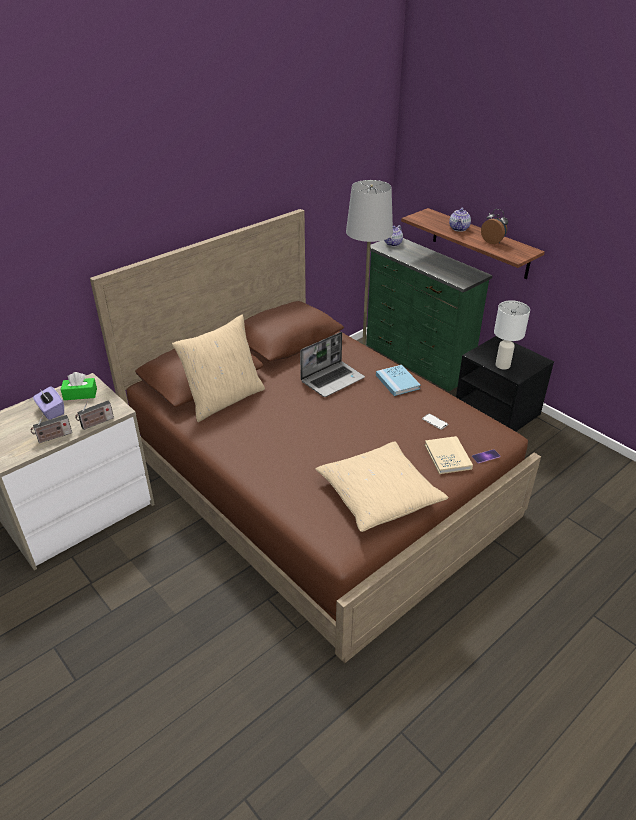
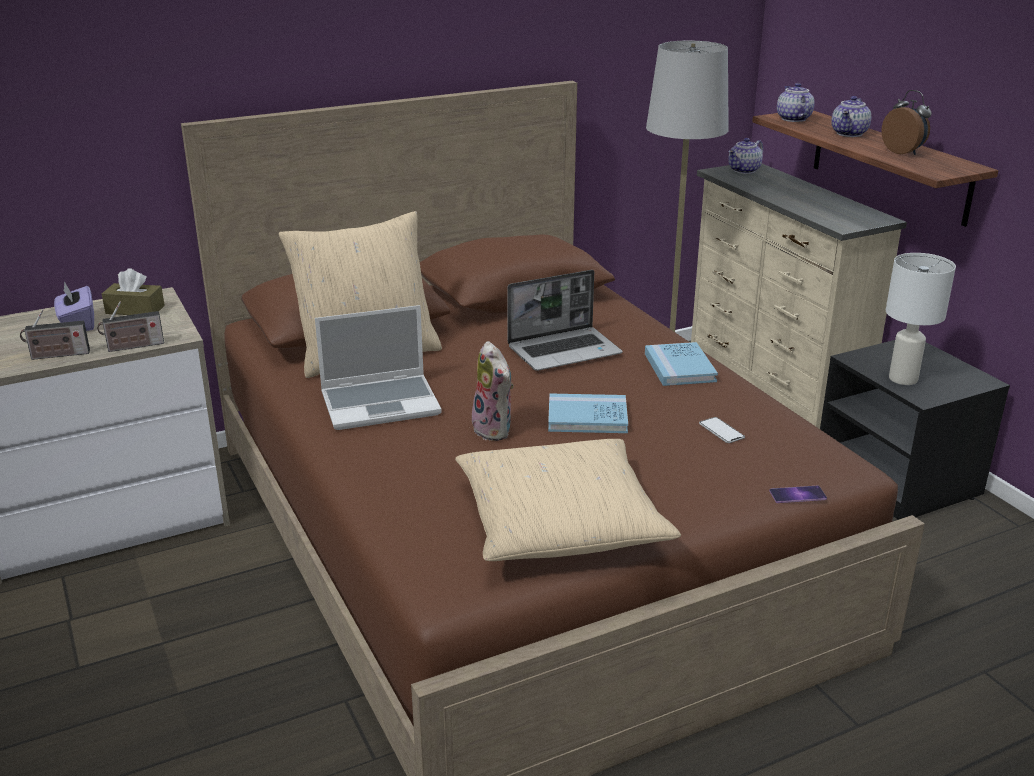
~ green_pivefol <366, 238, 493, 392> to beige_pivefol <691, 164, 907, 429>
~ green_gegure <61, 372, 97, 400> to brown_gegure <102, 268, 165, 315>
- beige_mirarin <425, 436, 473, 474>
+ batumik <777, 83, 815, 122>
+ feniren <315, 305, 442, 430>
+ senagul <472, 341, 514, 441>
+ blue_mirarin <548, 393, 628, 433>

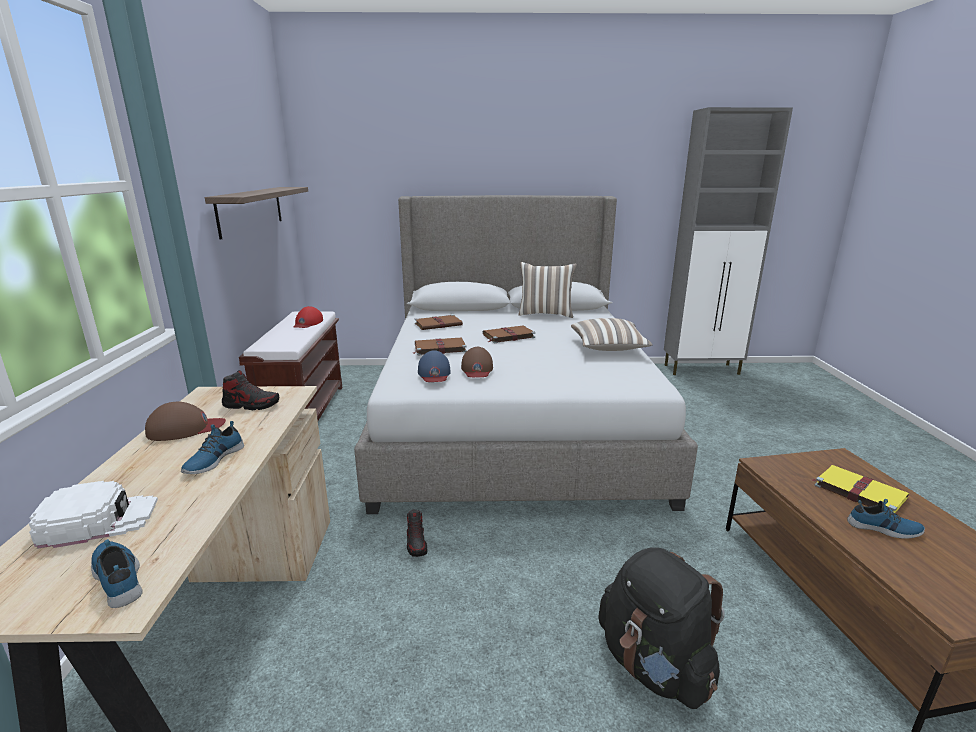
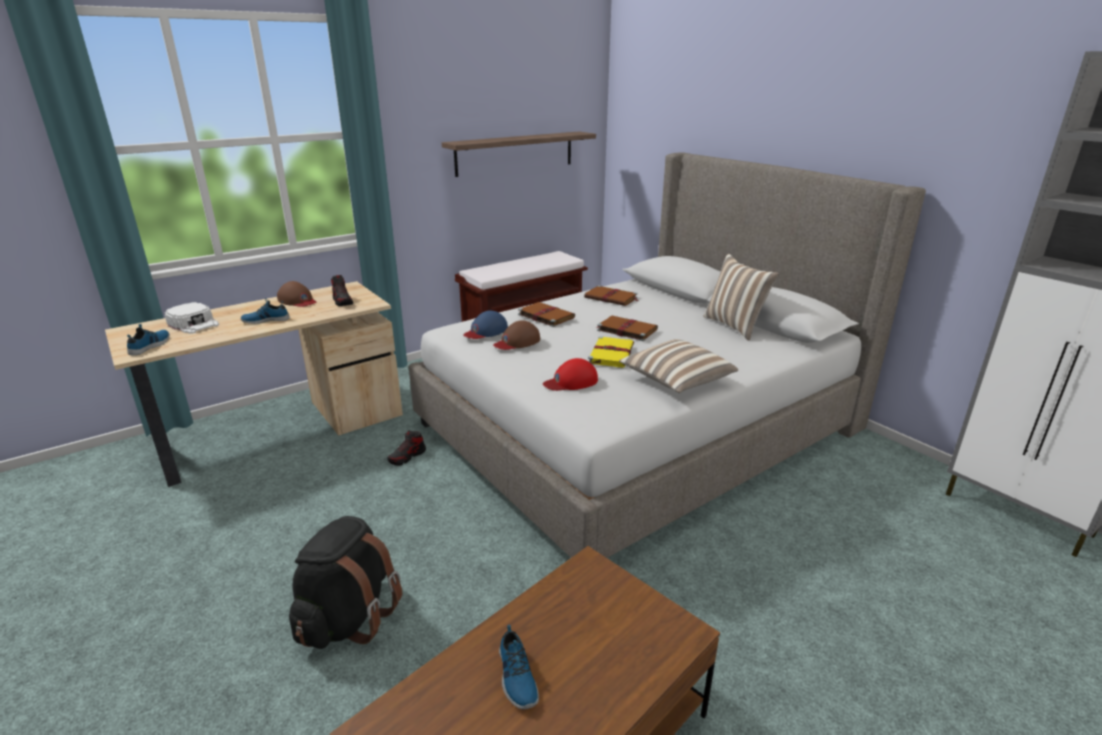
~ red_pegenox <293, 306, 323, 328> to <543, 358, 598, 391>
~ yellow_mirarin <812, 465, 909, 513> to <588, 336, 634, 368>

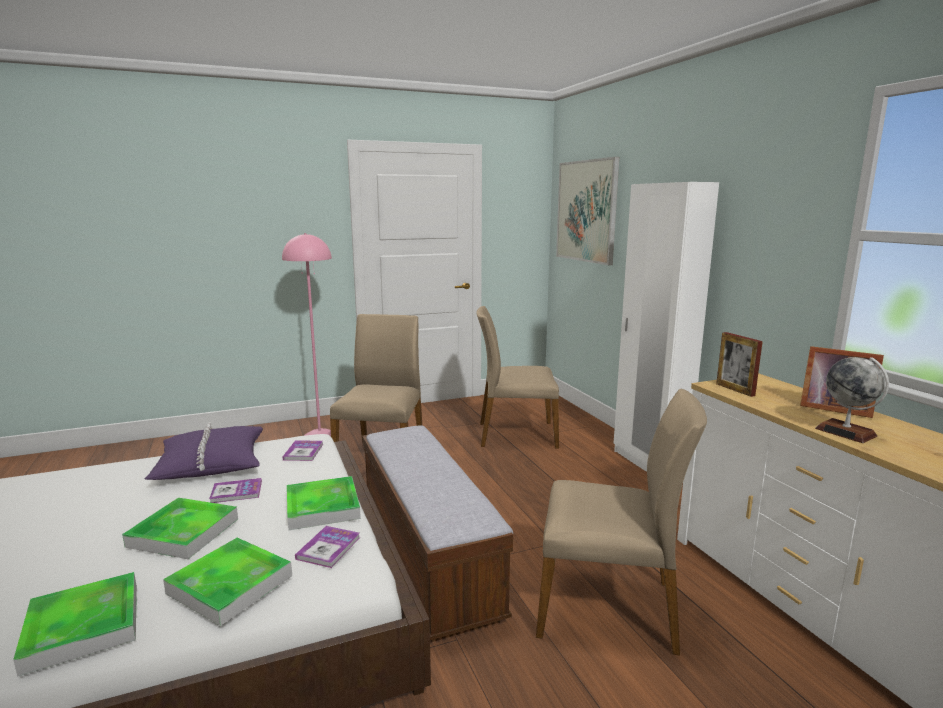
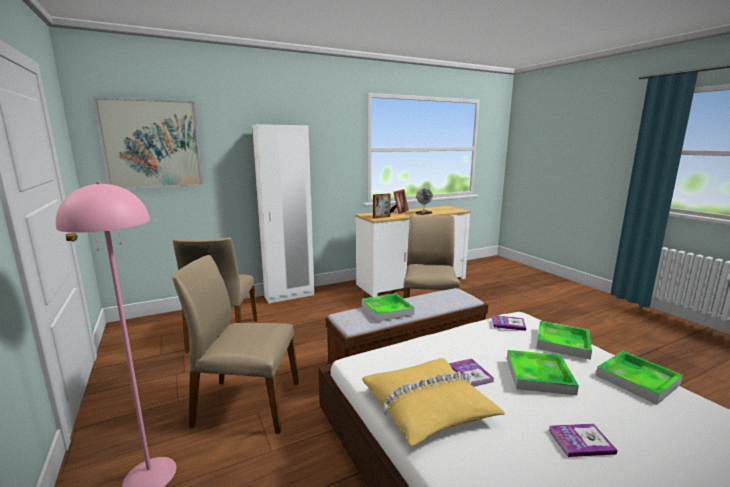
~ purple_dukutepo <145, 422, 263, 480> to yellow_dukutepo <362, 358, 505, 446>
~ mirarin <283, 441, 323, 461> to <549, 424, 618, 457>
~ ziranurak <287, 476, 361, 530> to <362, 293, 414, 322>

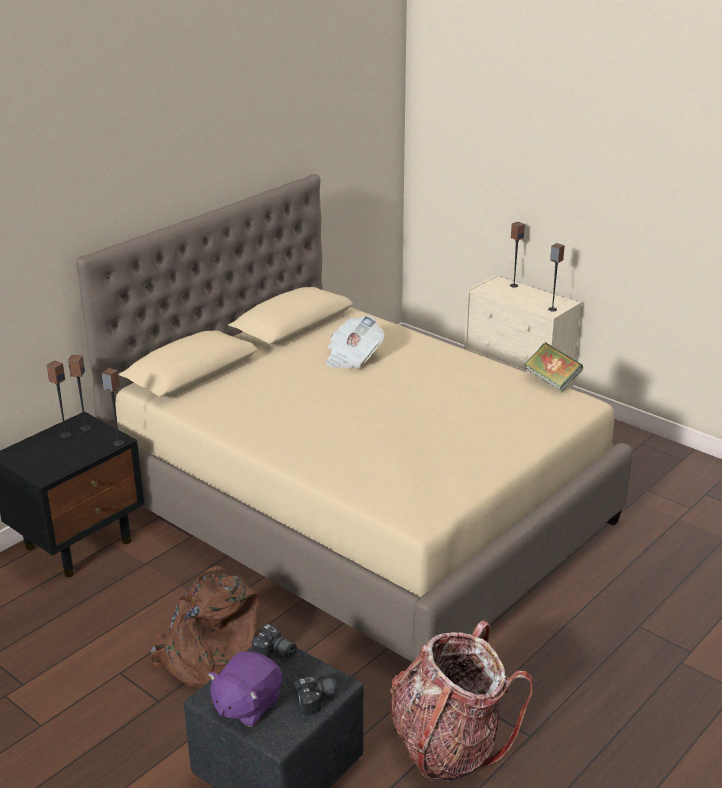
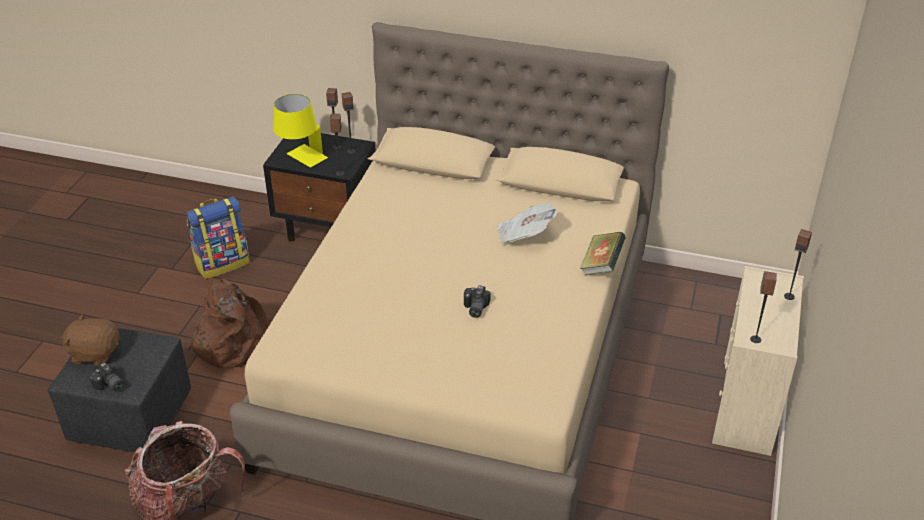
~ mirarin <524, 343, 583, 392> to <580, 232, 626, 276>
~ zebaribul <252, 624, 297, 658> to <464, 285, 491, 318>
~ purple_senagul <208, 652, 282, 727> to brown_senagul <61, 314, 120, 366>
+ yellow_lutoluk <273, 94, 328, 167>
+ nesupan <186, 197, 250, 279>

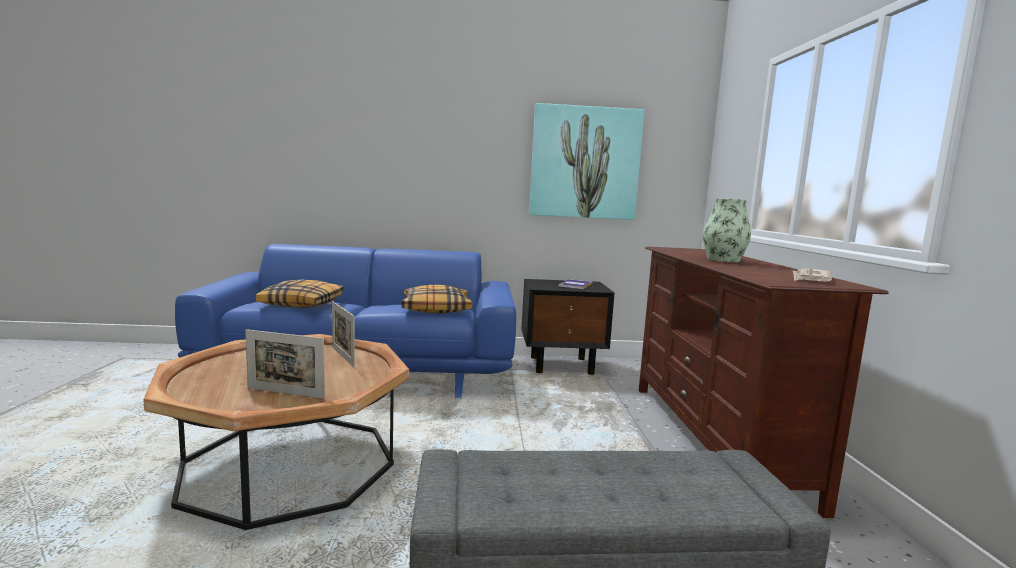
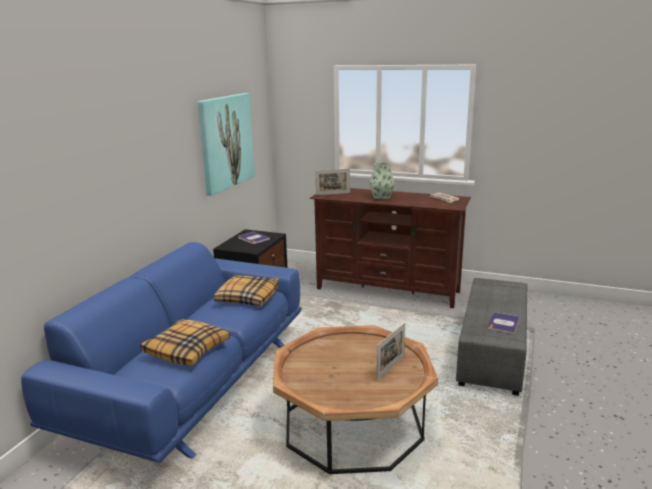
~ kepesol <332, 301, 355, 367> to <315, 169, 350, 195>
+ mirarin <488, 312, 520, 334>

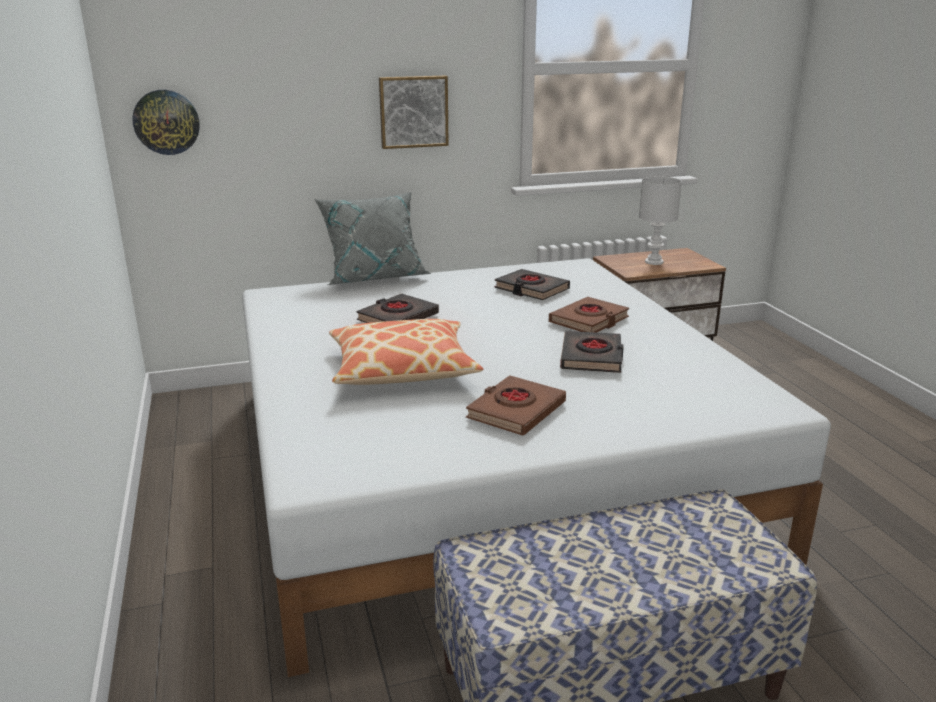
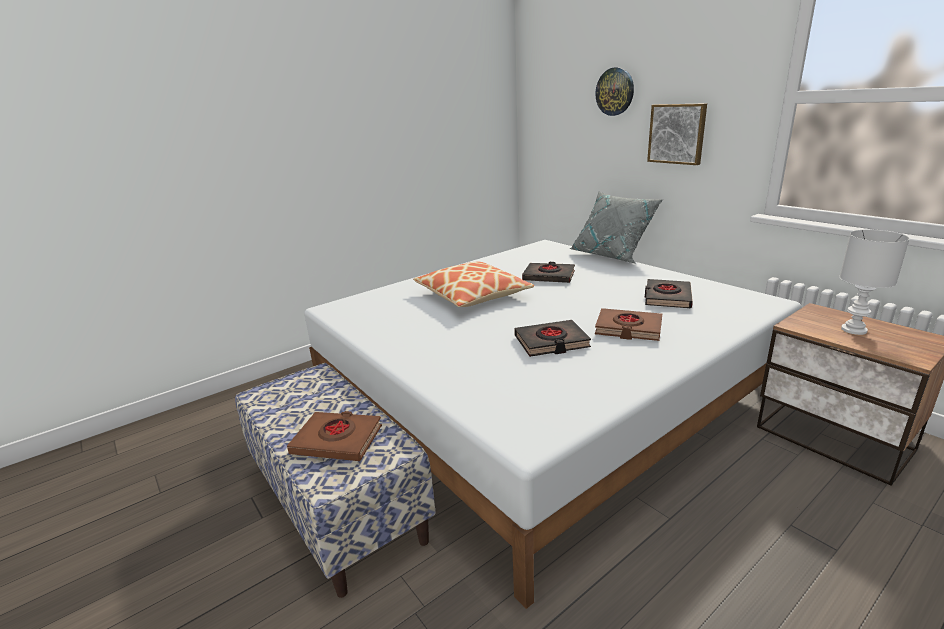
~ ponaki <132, 90, 200, 155> to <596, 67, 634, 116>
~ brown_mirarin <466, 375, 566, 436> to <287, 411, 382, 461>

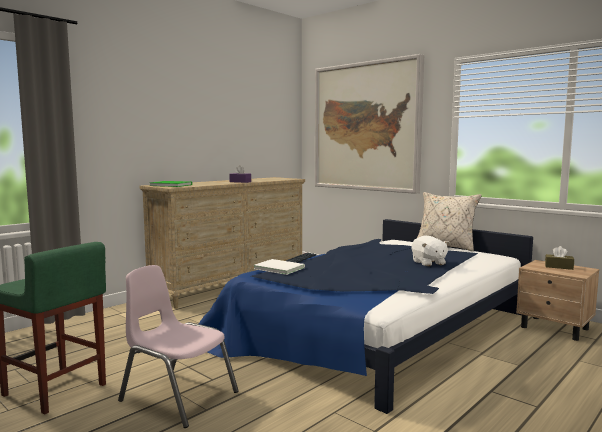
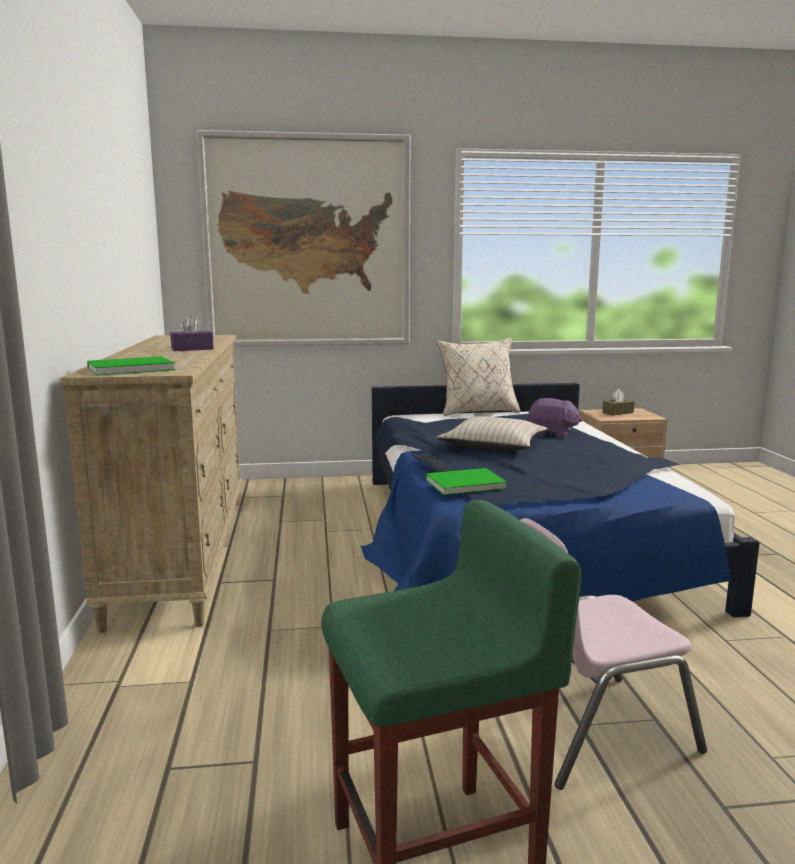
~ white_senagul <412, 235, 449, 266> to purple_senagul <528, 398, 582, 438>
~ white_mirarin <254, 259, 305, 275> to green_mirarin <425, 468, 507, 495>
+ beige_dukutepo <436, 416, 548, 451>

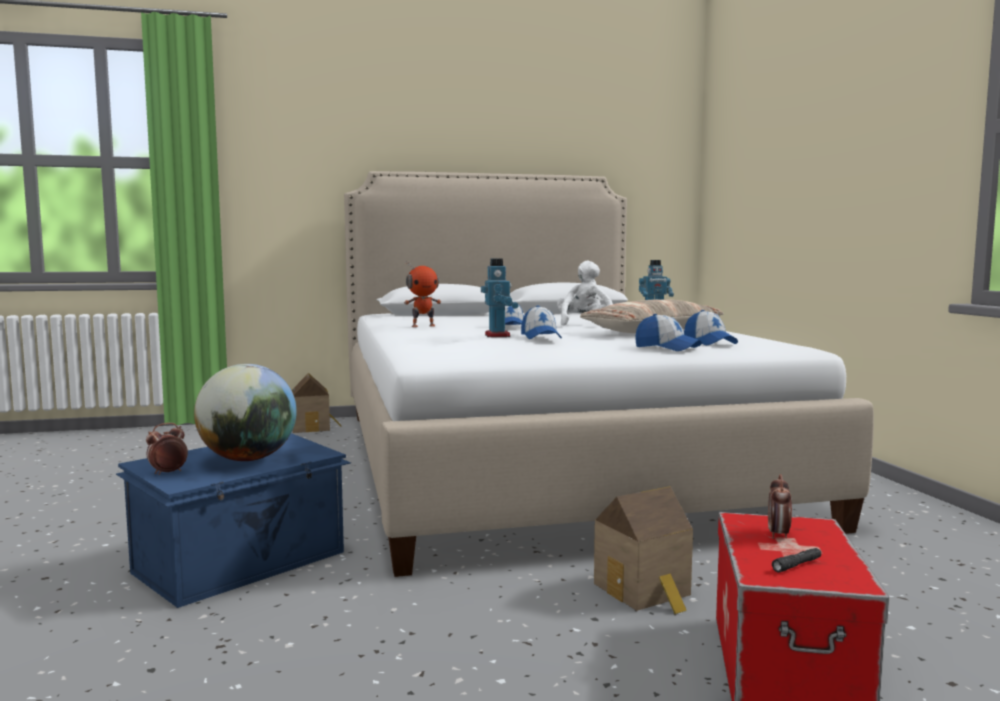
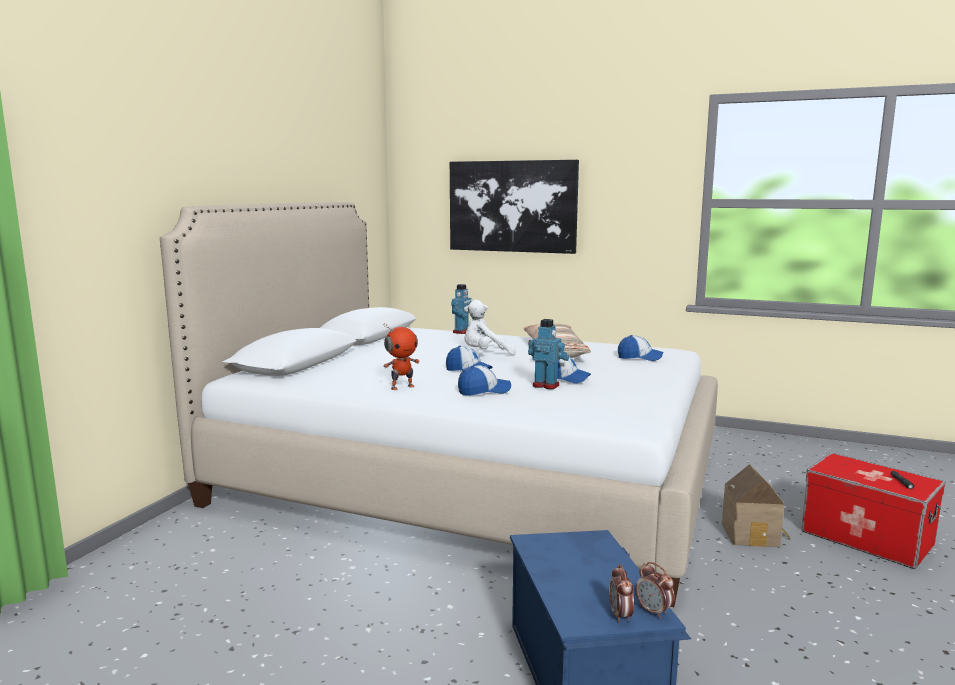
~ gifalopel <404, 261, 441, 327> = <383, 323, 419, 390> 45 degrees clockwise
~ white_senagul <557, 261, 613, 328> = <464, 300, 516, 355> 60 degrees counterclockwise
~ pegenox <635, 314, 702, 351> to <458, 365, 511, 396>
- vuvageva <194, 364, 297, 461>
- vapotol <292, 373, 341, 433>
~ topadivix <768, 474, 792, 539> to <635, 562, 675, 619>
+ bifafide <450, 160, 579, 254>

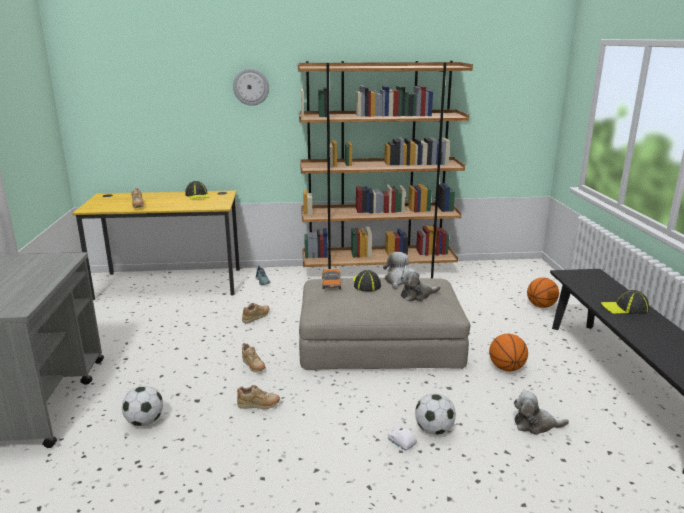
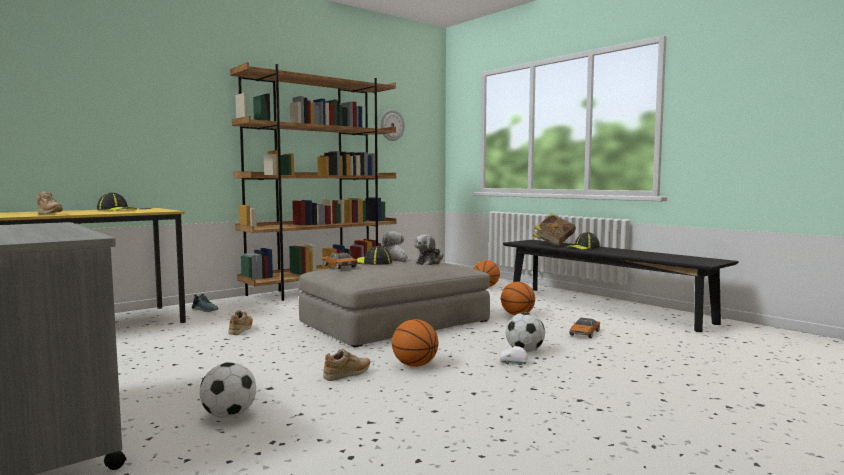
~ ponaki <233, 68, 269, 106> to <380, 110, 405, 141>
- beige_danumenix <242, 343, 266, 372>
~ senagul <514, 391, 569, 435> to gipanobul <569, 318, 600, 338>
+ mirarin <533, 213, 576, 247>
+ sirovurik <392, 319, 438, 367>

